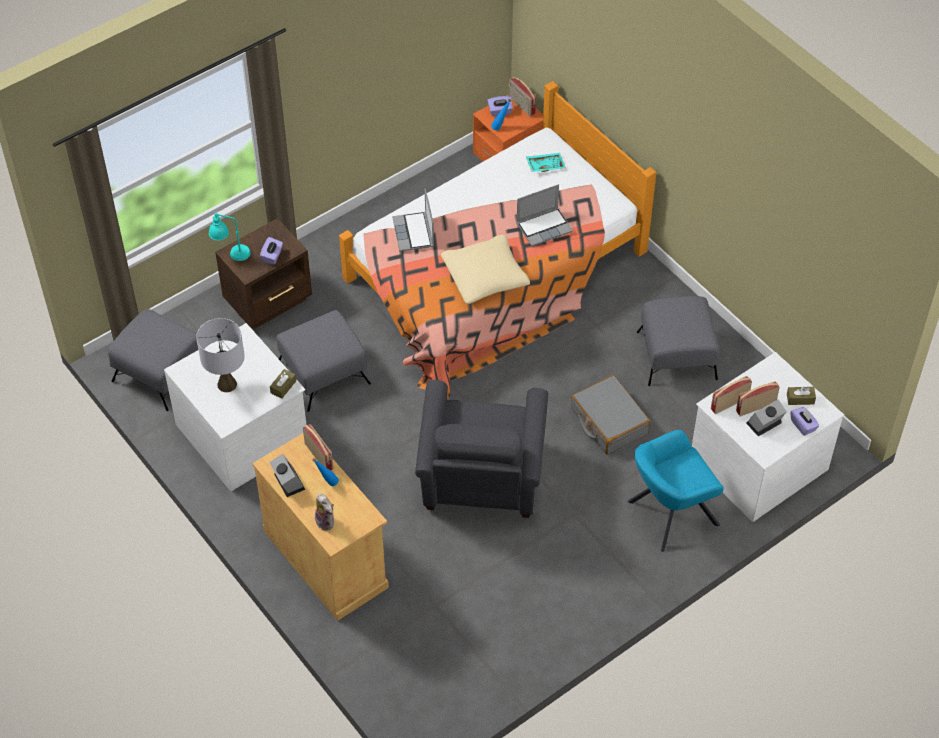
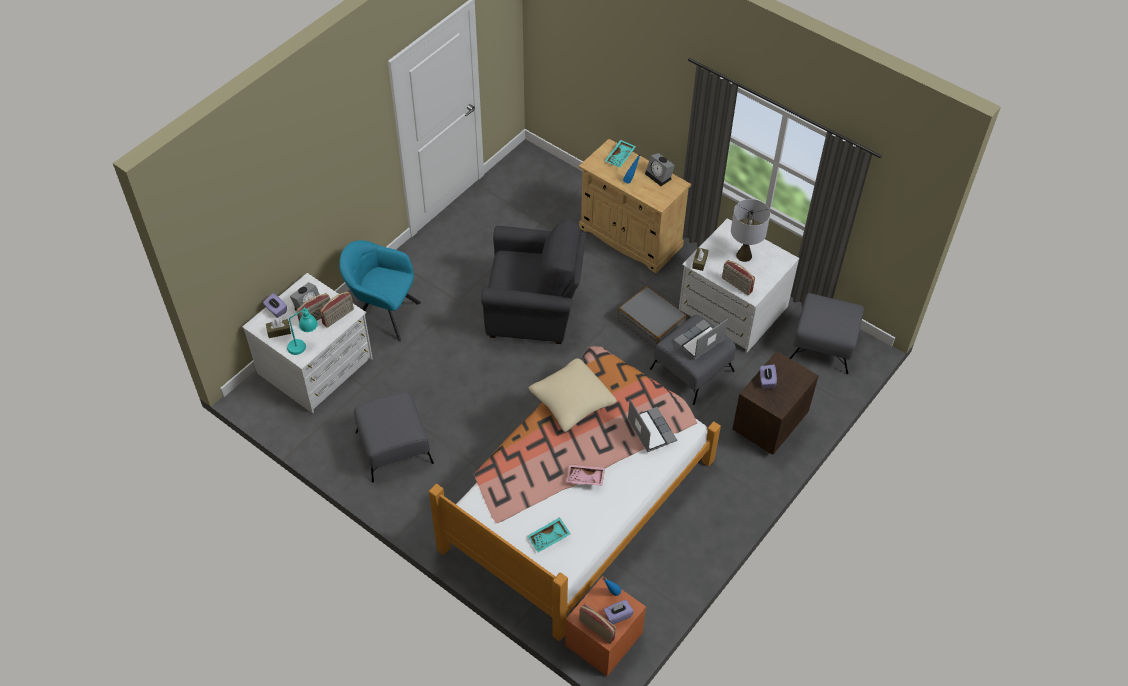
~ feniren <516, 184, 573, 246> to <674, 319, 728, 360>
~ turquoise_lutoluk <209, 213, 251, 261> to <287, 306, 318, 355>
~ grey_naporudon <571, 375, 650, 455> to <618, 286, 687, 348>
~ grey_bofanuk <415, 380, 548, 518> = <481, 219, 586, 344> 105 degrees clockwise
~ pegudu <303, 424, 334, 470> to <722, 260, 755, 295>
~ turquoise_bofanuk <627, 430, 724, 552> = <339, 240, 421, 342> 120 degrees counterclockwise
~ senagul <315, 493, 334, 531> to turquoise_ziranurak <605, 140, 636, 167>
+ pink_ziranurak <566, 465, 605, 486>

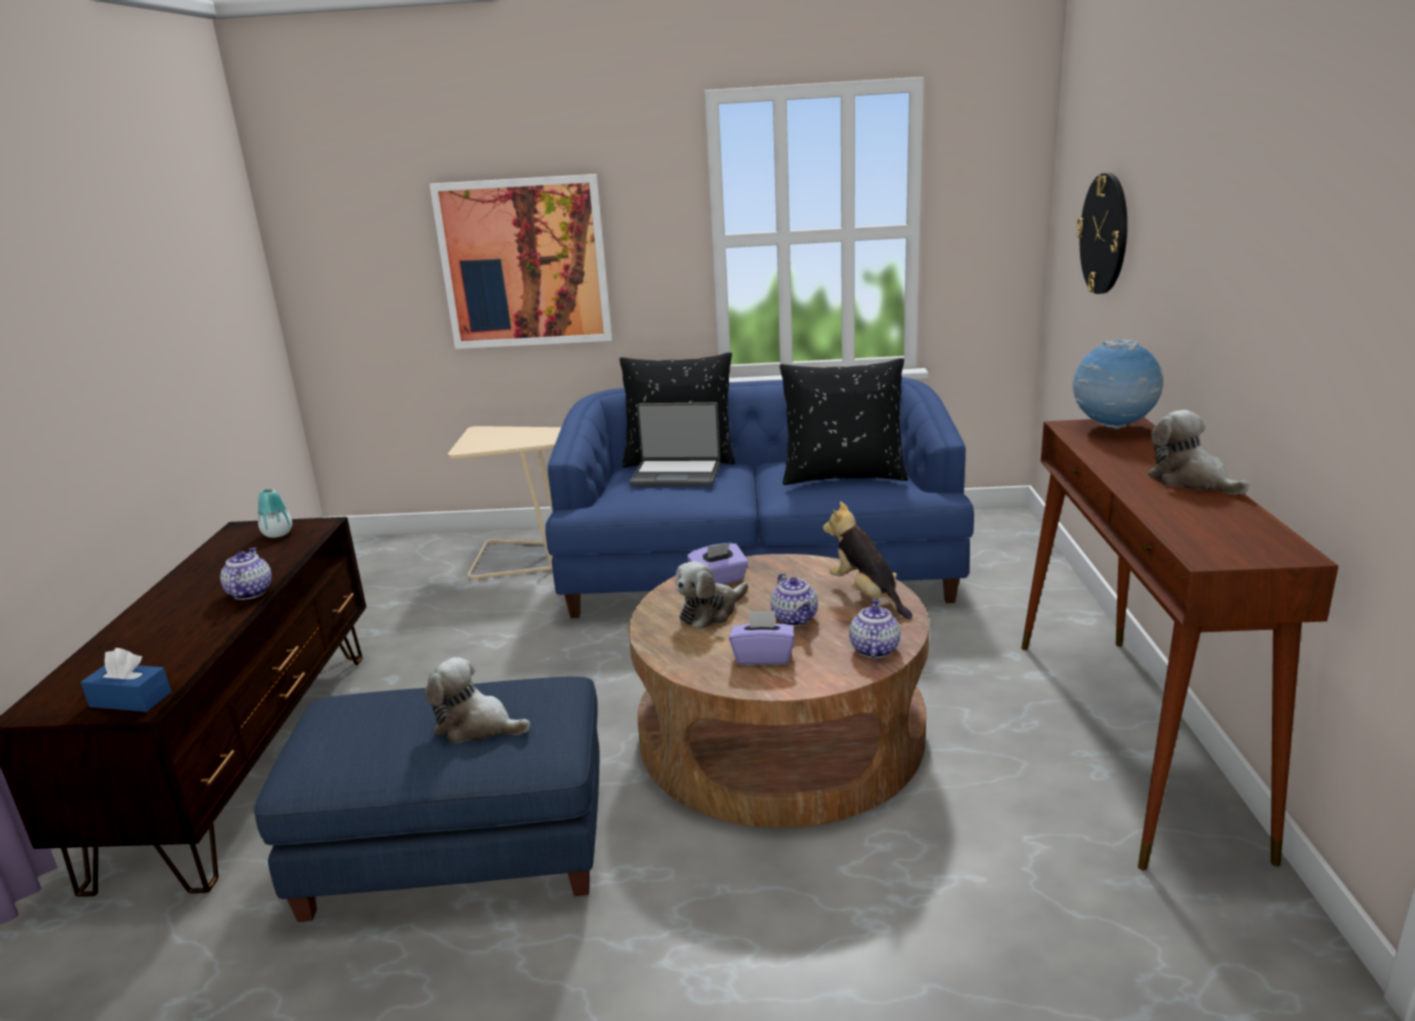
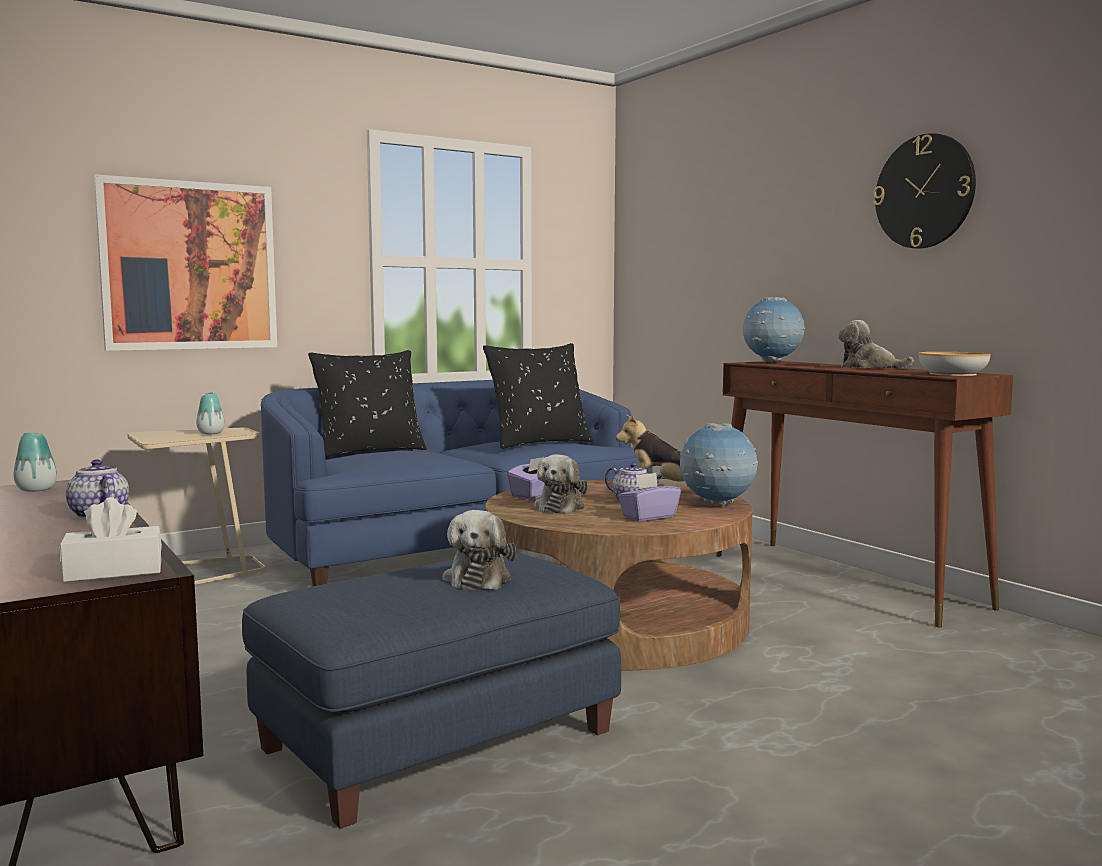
~ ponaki <1076, 173, 1127, 294> to <873, 133, 976, 249>
- feniren <630, 402, 720, 486>
~ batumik <849, 599, 900, 658> to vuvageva <680, 423, 758, 505>
~ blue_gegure <81, 648, 172, 712> to white_gegure <60, 497, 162, 582>
~ senagul <425, 657, 530, 743> = <442, 510, 516, 590> 75 degrees counterclockwise
+ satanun <919, 352, 990, 376>
+ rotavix <196, 392, 225, 434>

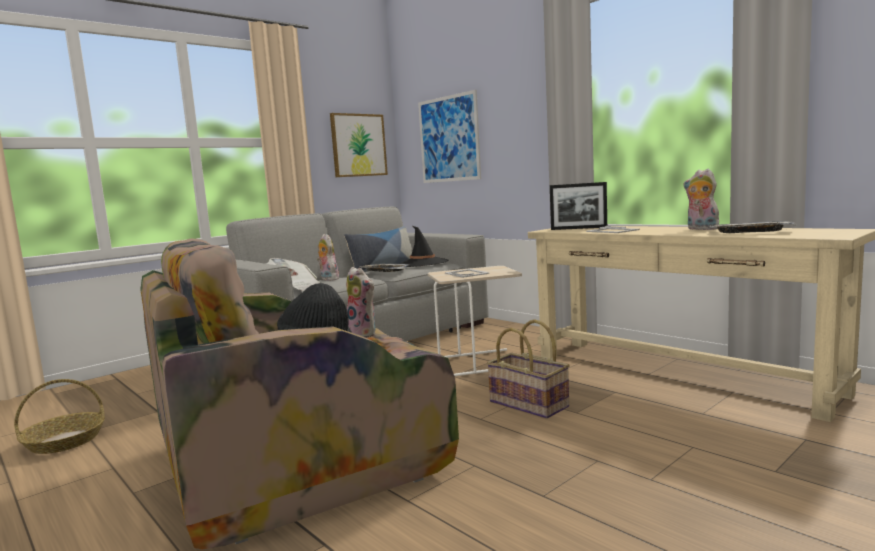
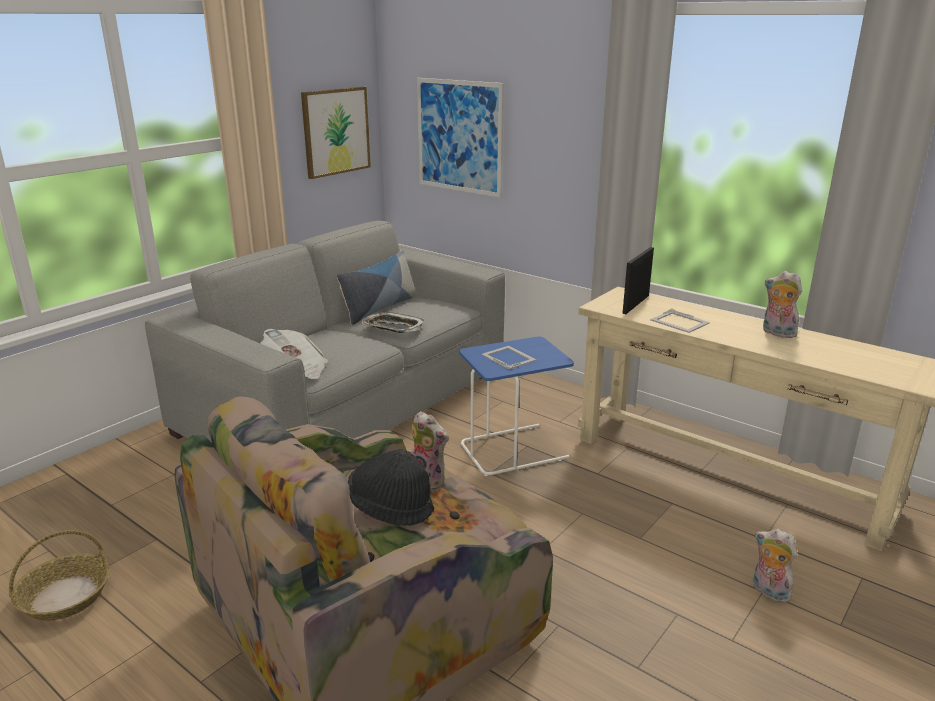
~ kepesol <550, 182, 607, 230> = <622, 247, 654, 314> 120 degrees clockwise
- ziranurak <708, 221, 796, 233>
- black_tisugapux <400, 226, 449, 267>
~ senagul <317, 234, 339, 281> to <753, 528, 797, 603>
~ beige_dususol <428, 266, 522, 376> to blue_dususol <459, 337, 574, 476>
- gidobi <487, 319, 570, 419>

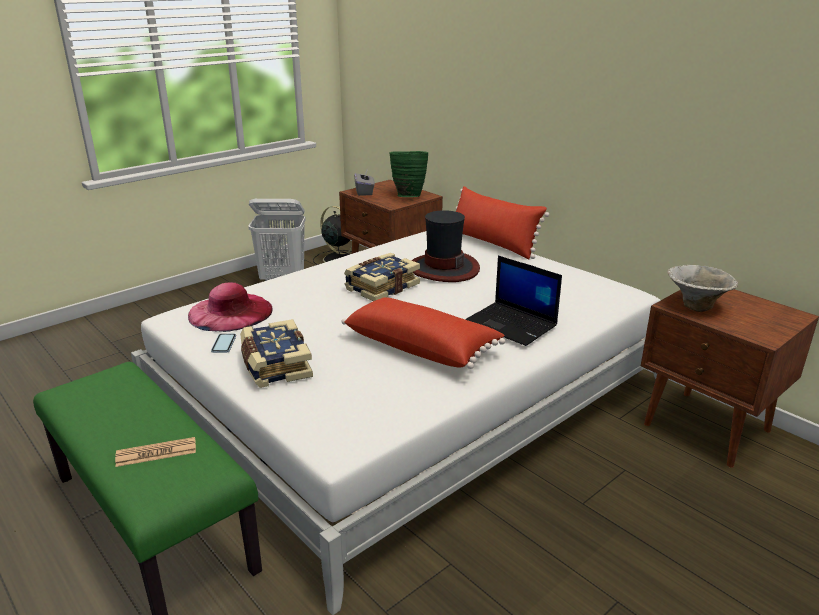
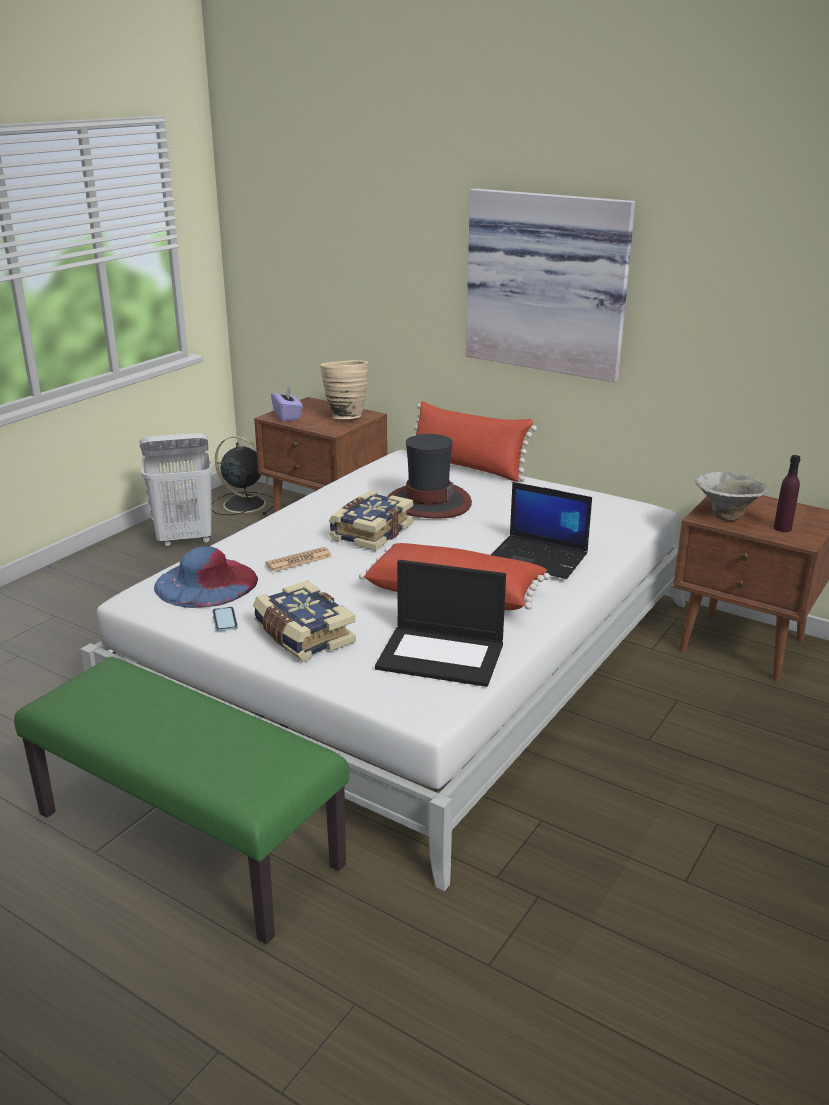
~ green_rotavix <389, 151, 428, 197> to beige_rotavix <320, 360, 369, 419>
~ grey_gegure <354, 170, 375, 196> to purple_gegure <271, 386, 303, 422>
~ pink_tisugapux <188, 282, 273, 332> to blue_tisugapux <154, 546, 258, 608>
~ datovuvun <115, 437, 196, 467> to <265, 547, 332, 572>
+ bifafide <466, 188, 635, 382>
+ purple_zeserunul <774, 455, 800, 532>
+ feniren <375, 560, 506, 687>

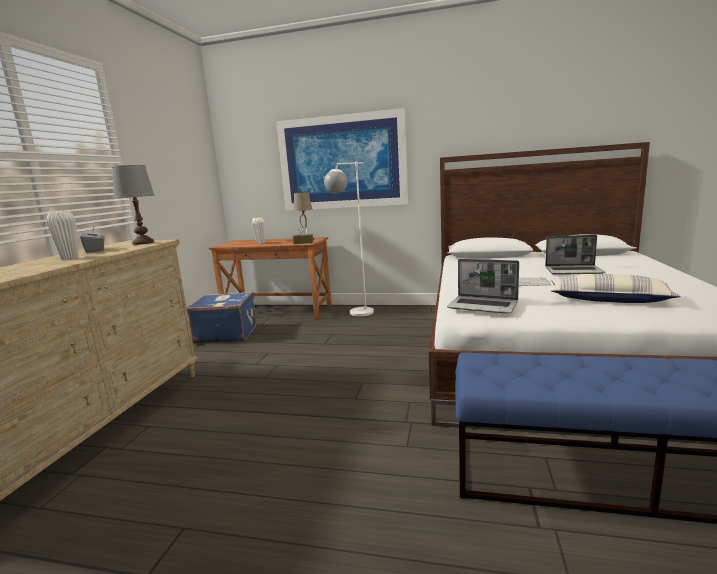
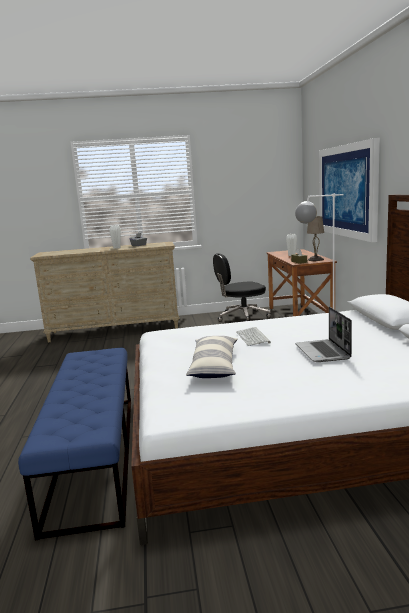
- grey_lutoluk <112, 165, 155, 245>
- feniren <447, 259, 519, 314>
~ blue_naporudon <186, 292, 256, 344> to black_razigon <213, 253, 271, 321>

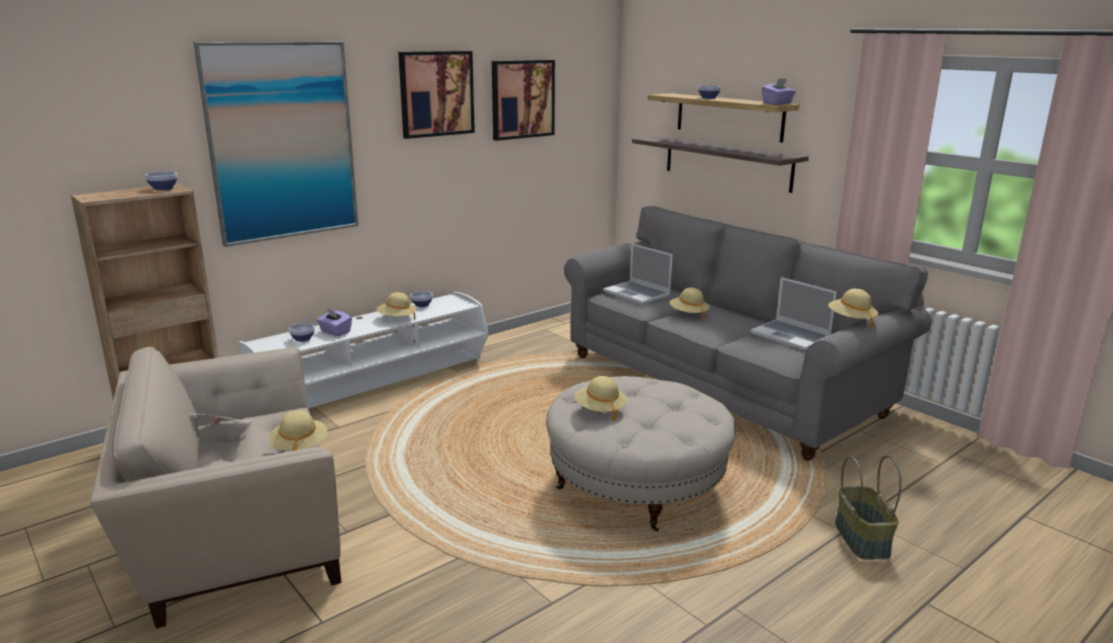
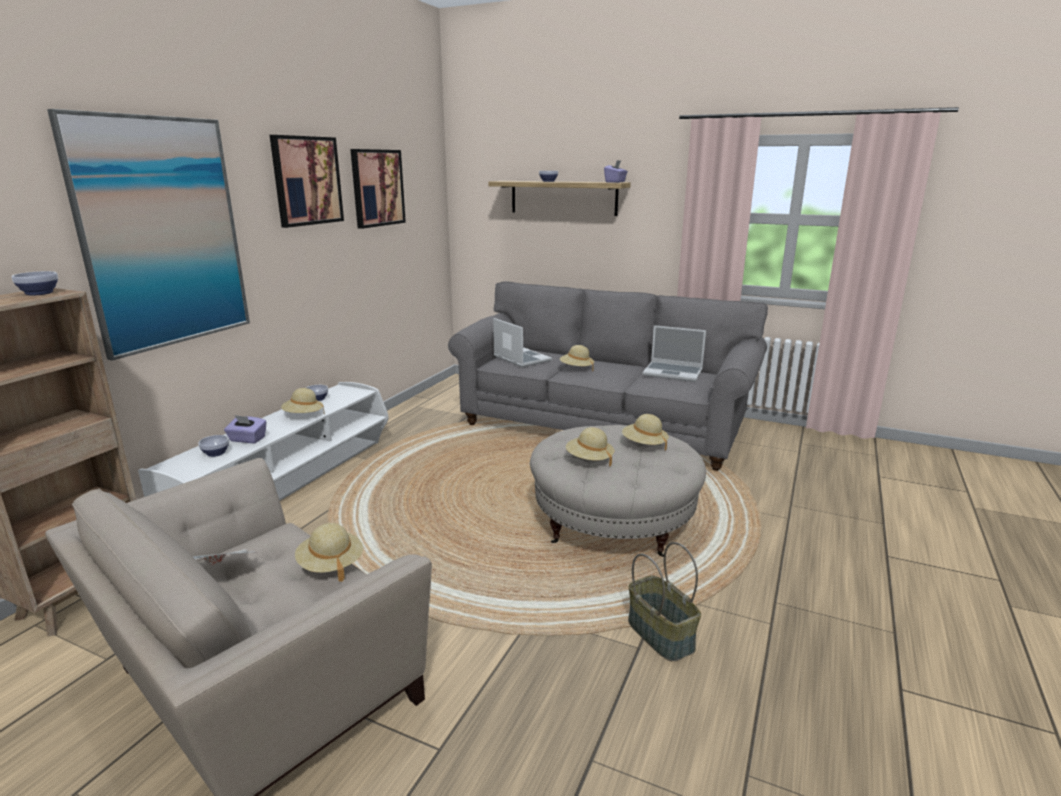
- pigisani <632, 136, 809, 193>
~ feniren <603, 243, 673, 305> = <493, 318, 552, 367> 150 degrees counterclockwise
~ beige_tisugapux <828, 288, 878, 328> to <622, 414, 669, 451>
~ gidobi <835, 455, 902, 560> to <628, 542, 701, 661>

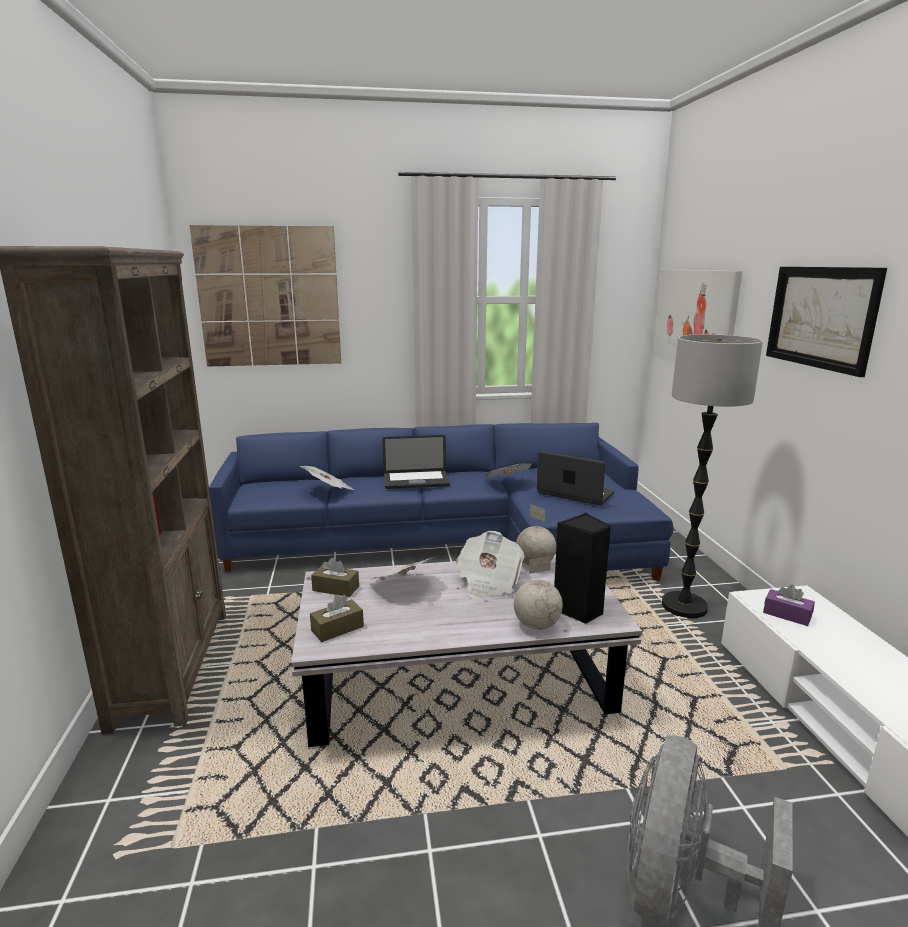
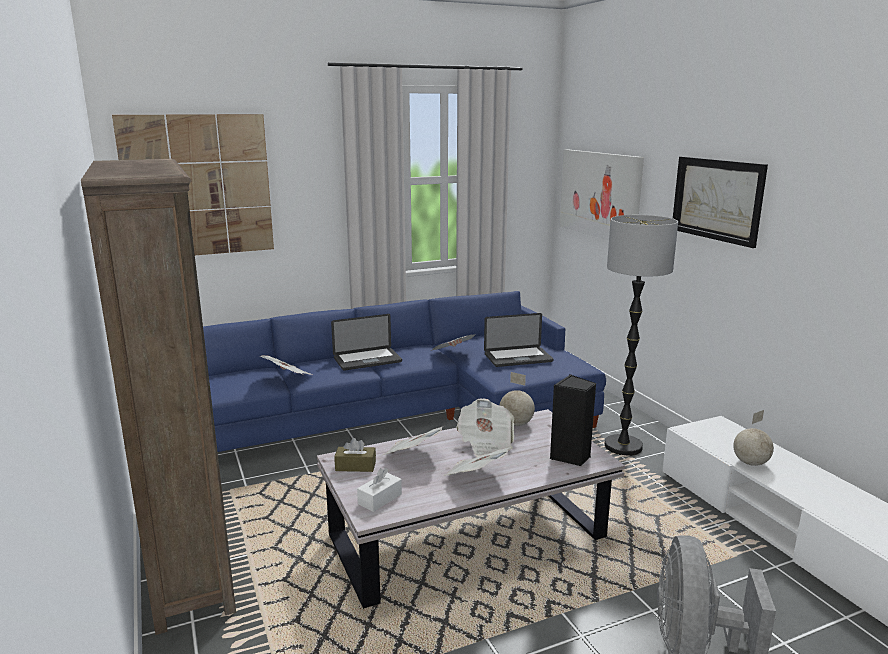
~ feniren <537, 451, 614, 505> = <484, 313, 554, 367> 150 degrees clockwise
~ vuvageva <514, 557, 563, 630> to <733, 410, 774, 466>
- purple_gegure <763, 585, 815, 626>
~ brown_gegure <310, 594, 364, 642> to white_gegure <357, 468, 402, 512>
+ datovuvun <443, 447, 511, 476>

